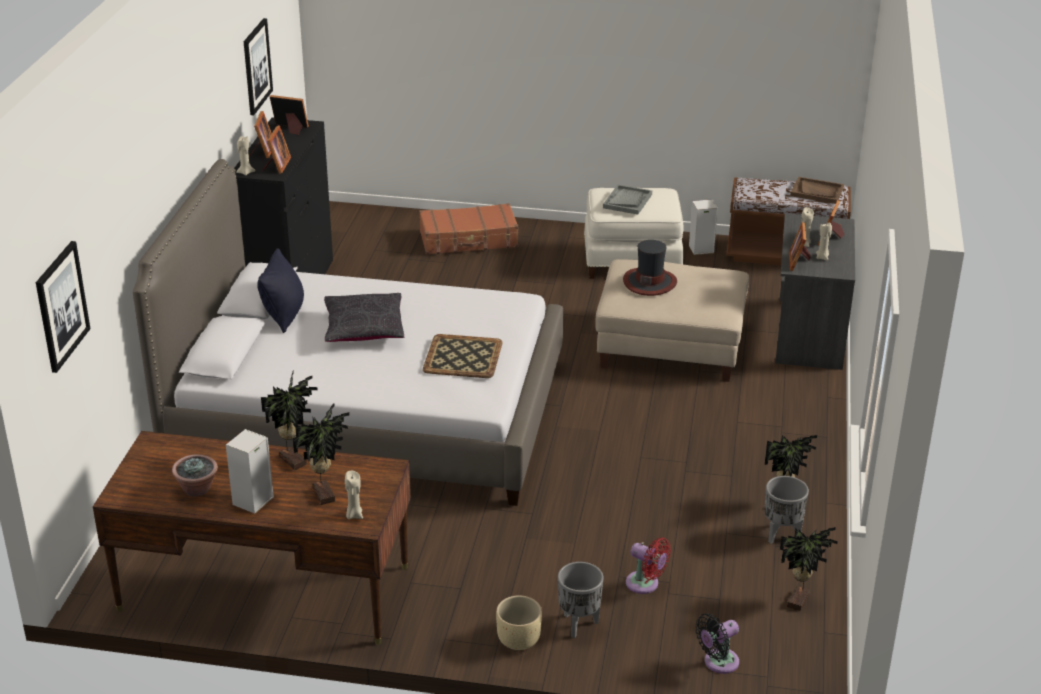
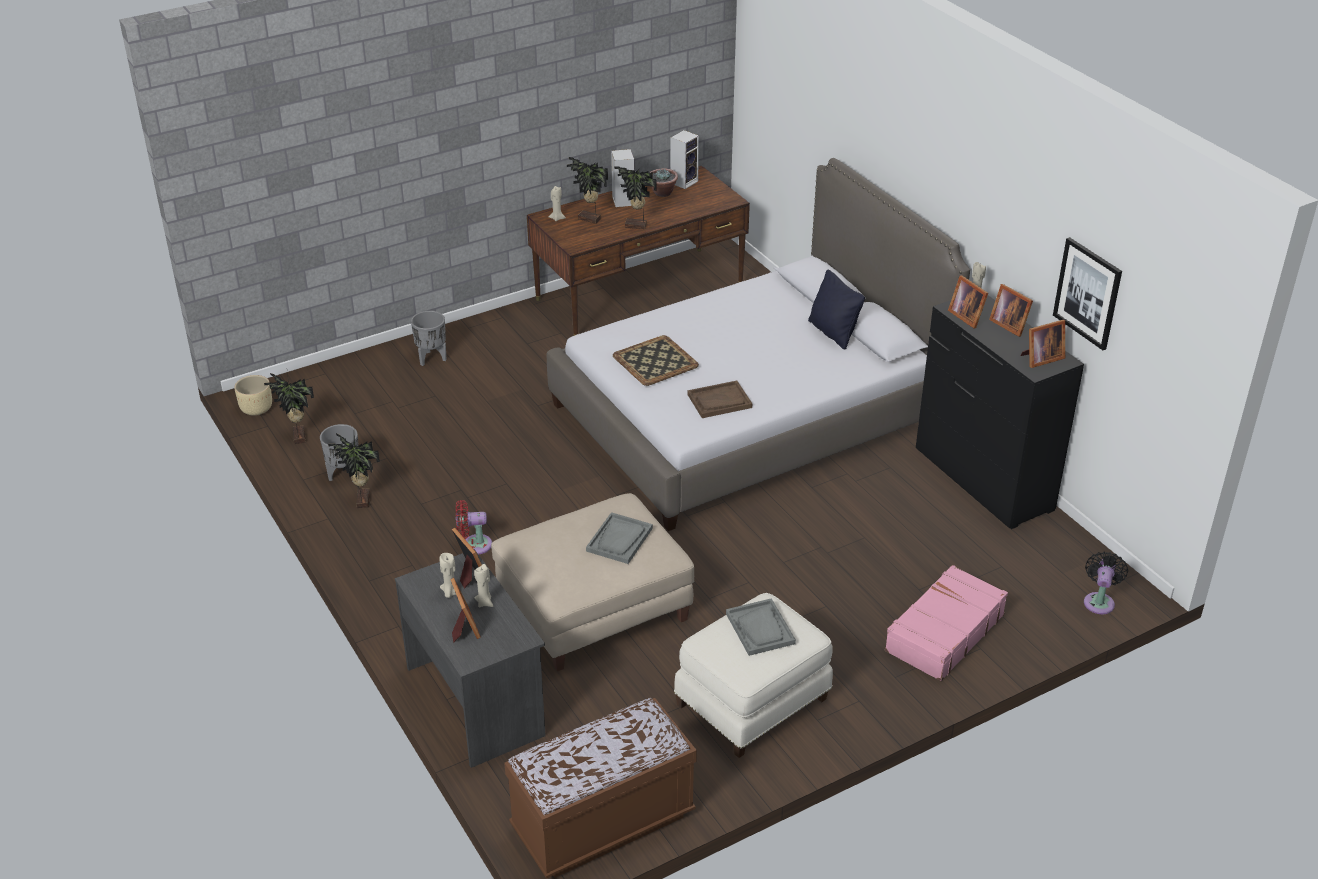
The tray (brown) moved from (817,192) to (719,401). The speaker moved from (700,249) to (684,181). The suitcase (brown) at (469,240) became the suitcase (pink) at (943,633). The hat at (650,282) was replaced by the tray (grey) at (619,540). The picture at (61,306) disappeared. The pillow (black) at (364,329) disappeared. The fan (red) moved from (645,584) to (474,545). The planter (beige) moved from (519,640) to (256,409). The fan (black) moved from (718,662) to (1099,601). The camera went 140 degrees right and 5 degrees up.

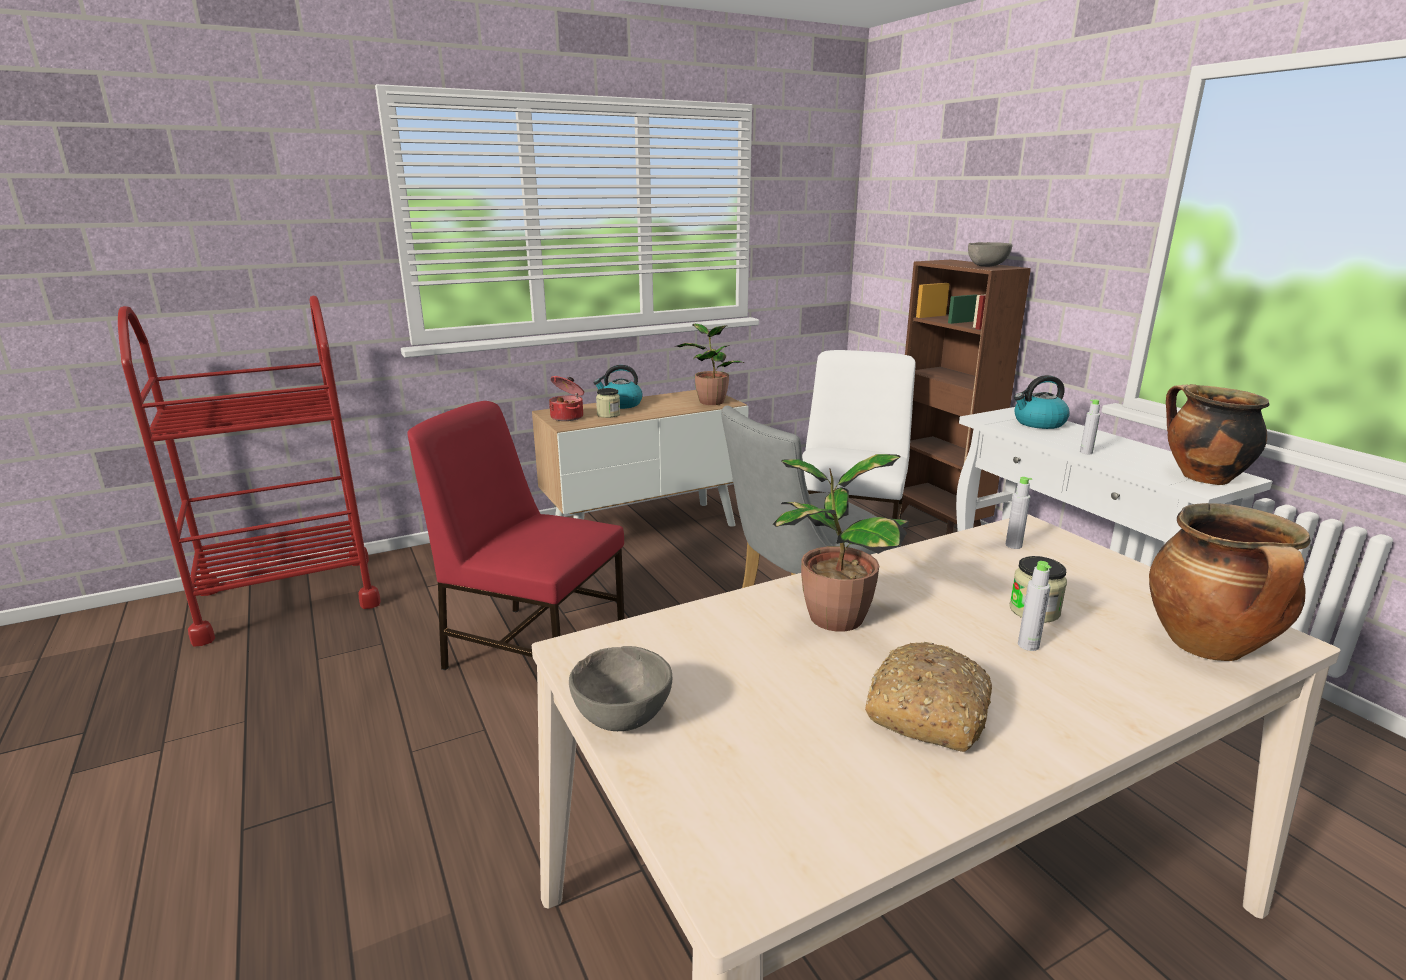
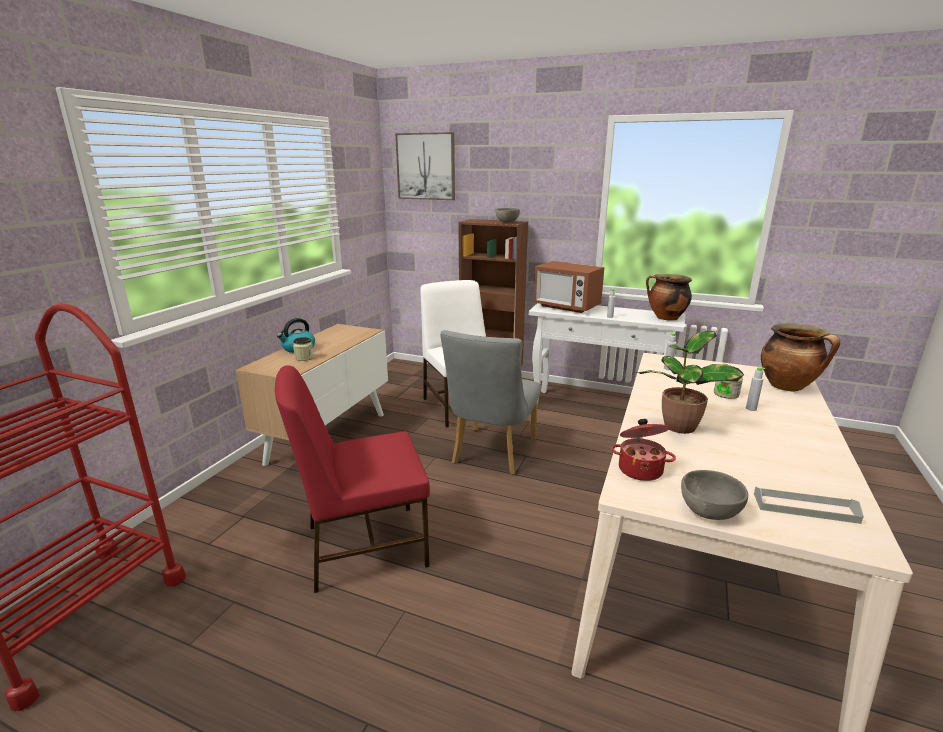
The potted plant at (710,401) disappeared. The kettle at (1038,423) was replaced by the microwave at (566,307). The cooking pot moved from (568,417) to (640,469). The bread at (926,709) disappeared. The picture at (426,166) appeared. The tray (grey) at (805,508) appeared. The camera went 40 degrees left and 0 degrees up.

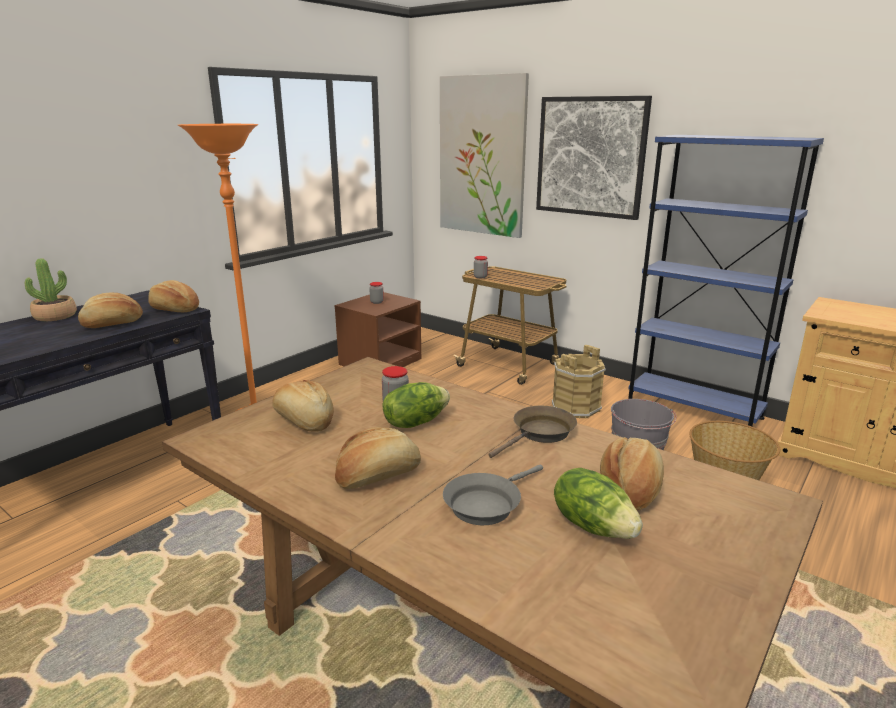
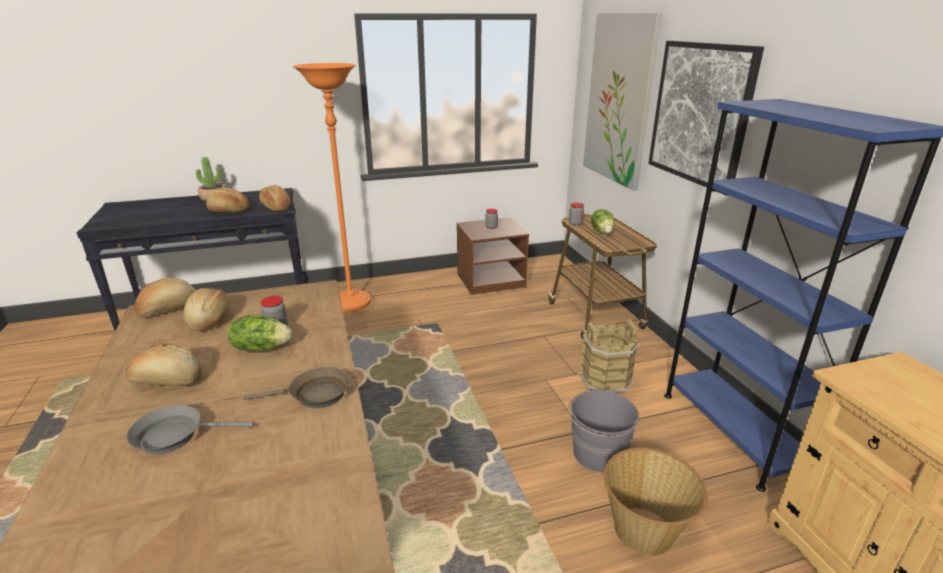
The bread moved from (631,488) to (169,309). The lettuce moved from (593,526) to (602,232). The camera went 35 degrees right and 5 degrees up.

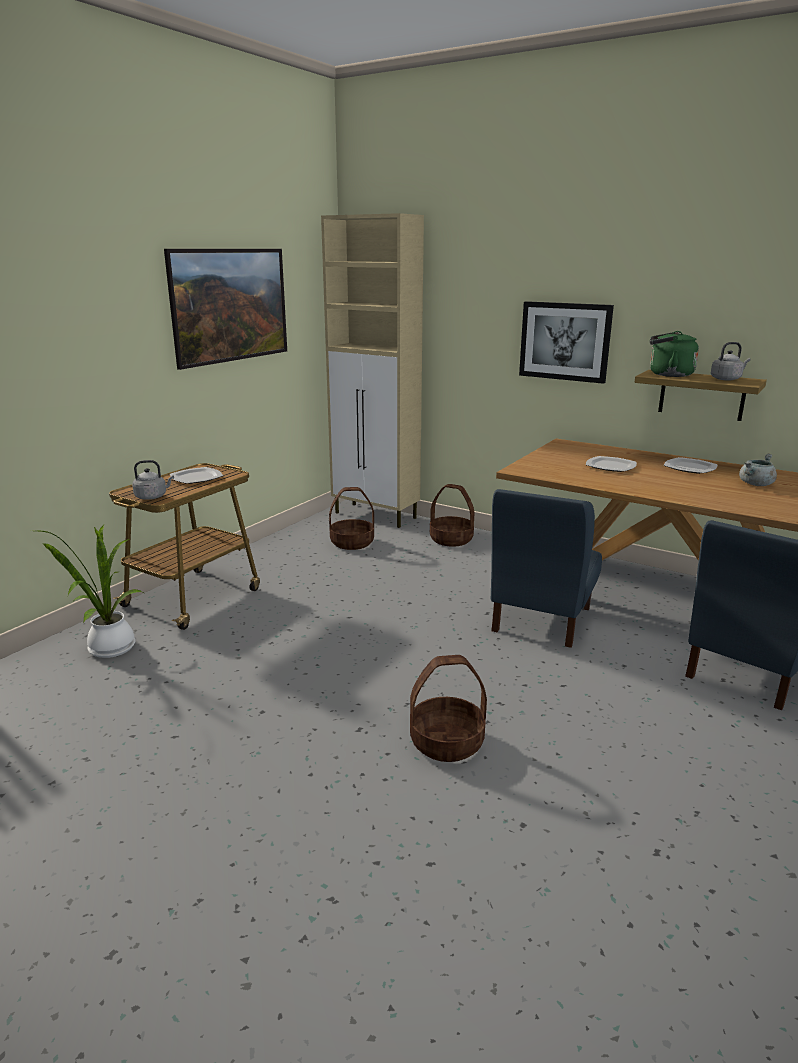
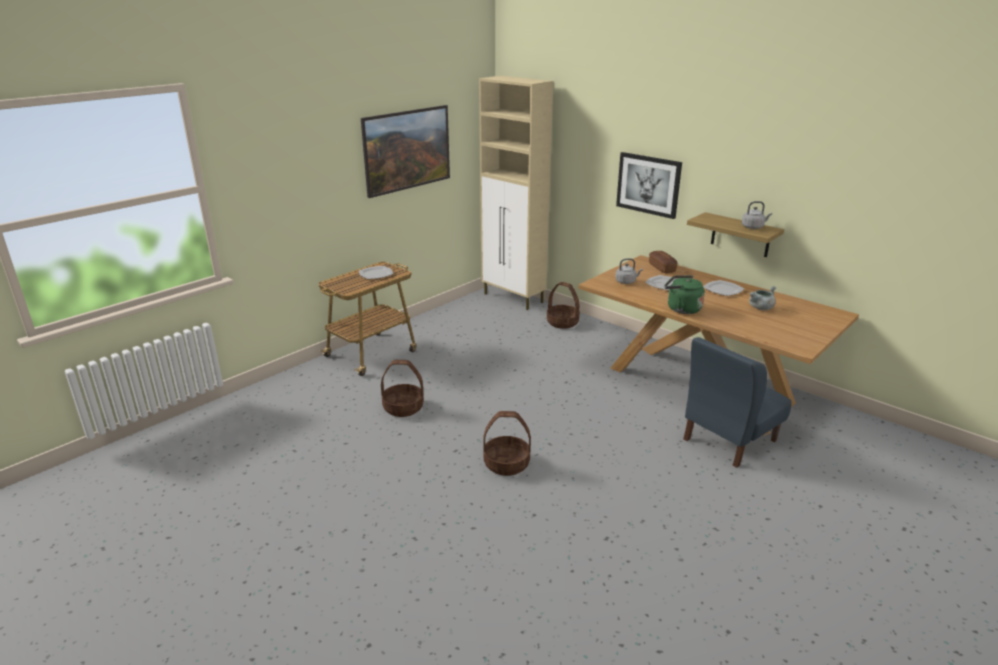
The kettle (green) moved from (667,374) to (681,309). The kettle (grey) moved from (152,497) to (626,282). The basket moved from (352,542) to (403,407). The chair (blue) at (540,619) disappeared. The potted plant at (108,648) disappeared. The bread at (662,268) appeared. The camera went 10 degrees right and 5 degrees up.

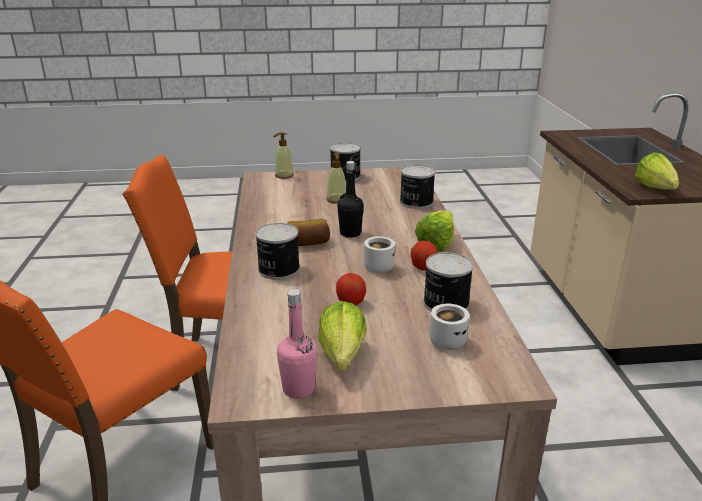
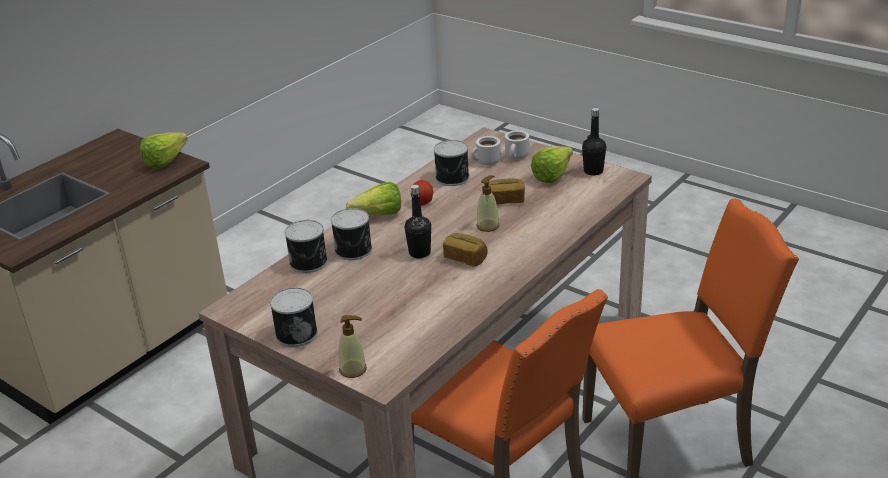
The soap dispenser moved from (336,200) to (488,226). The can moved from (278,269) to (354,250). The mug (white) moved from (376,266) to (517,156). The apple at (350,302) was replaced by the bread at (505,200). The bottle (pink) at (298,389) became the bottle (black) at (593,171). The camera went 135 degrees left and 5 degrees up.

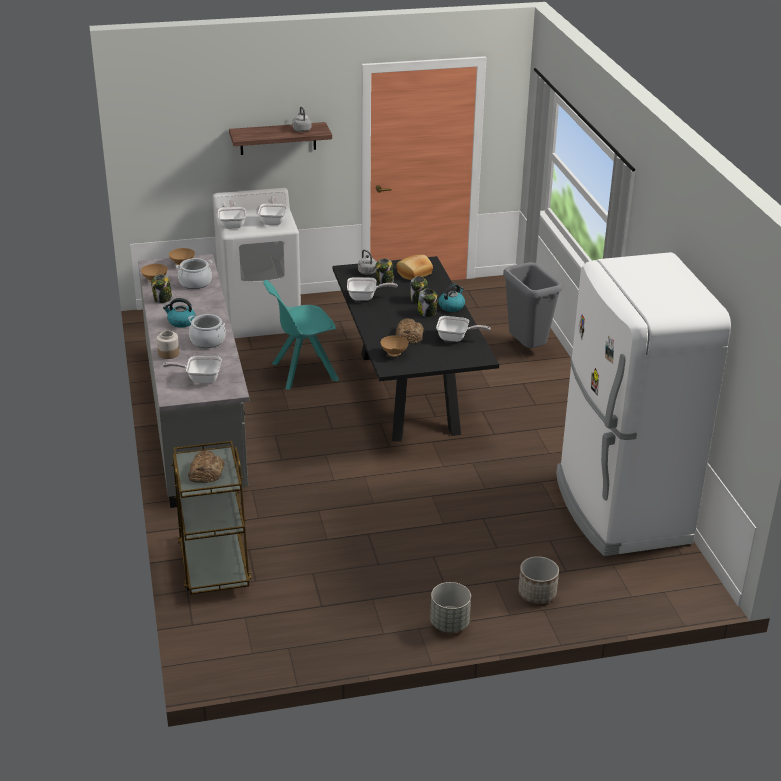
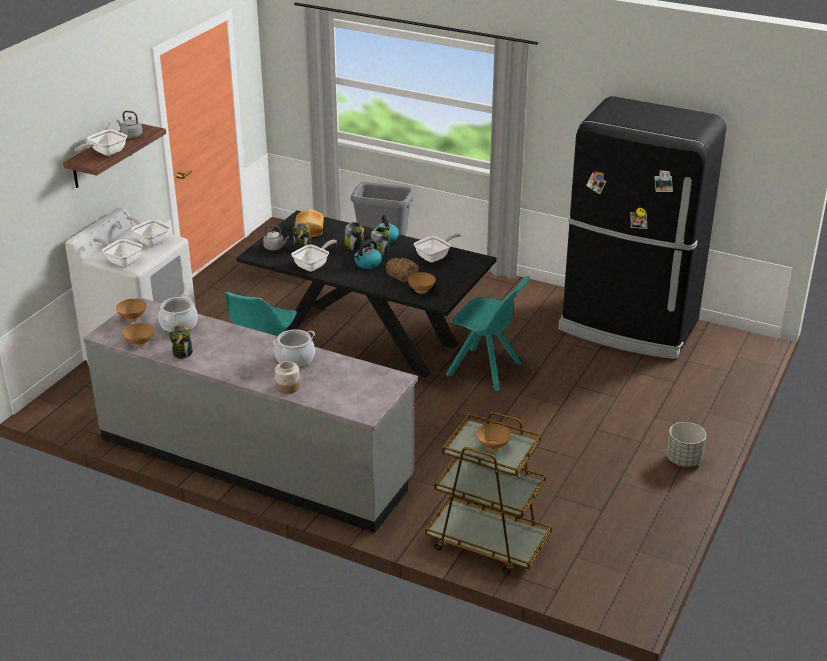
The fridge (white) at (619,509) became the fridge (black) at (628,327). The kettle moved from (181,322) to (367,264). The frying pan moved from (200,378) to (105,153). The bread at (206,471) was replaced by the bowl (brown) at (492,447). The planter at (536,593) disappeared. The chair (turquoise) at (486,370) appeared. The camera went 50 degrees left and 0 degrees up.

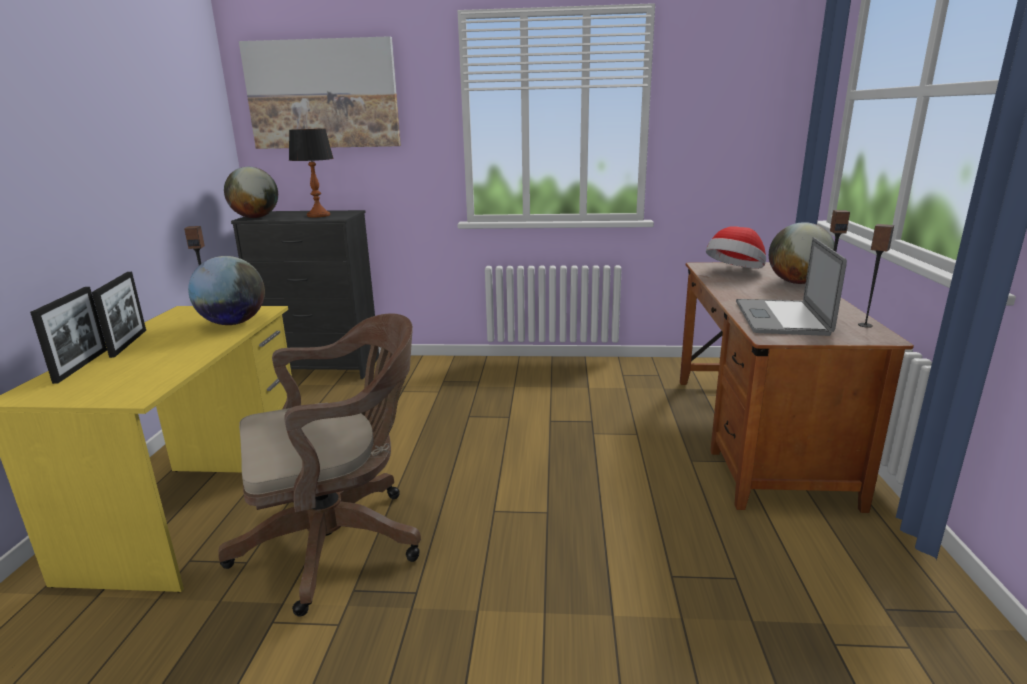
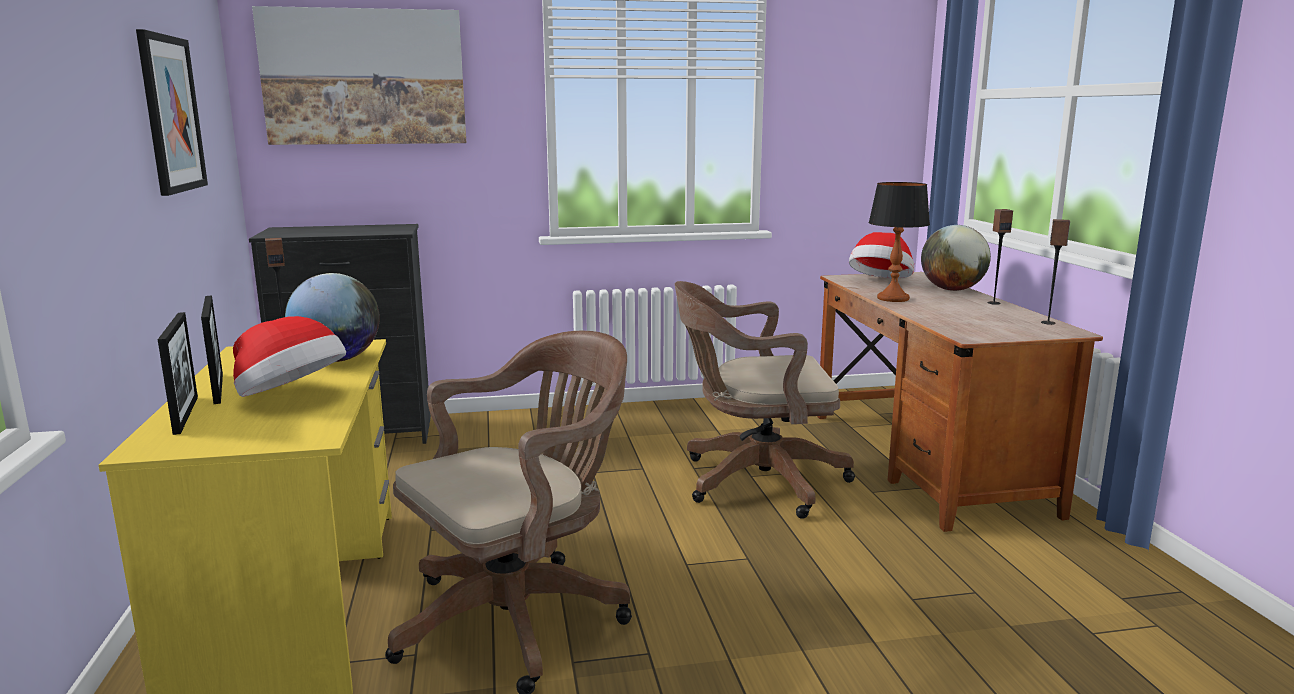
The table lamp moved from (318,215) to (893,298). The globe at (255,217) disappeared. The laptop at (781,317) disappeared. The picture at (171,114) appeared. The office chair (brown) at (754,481) appeared. The hat at (291,397) appeared. The camera went 15 degrees left and 5 degrees down.

